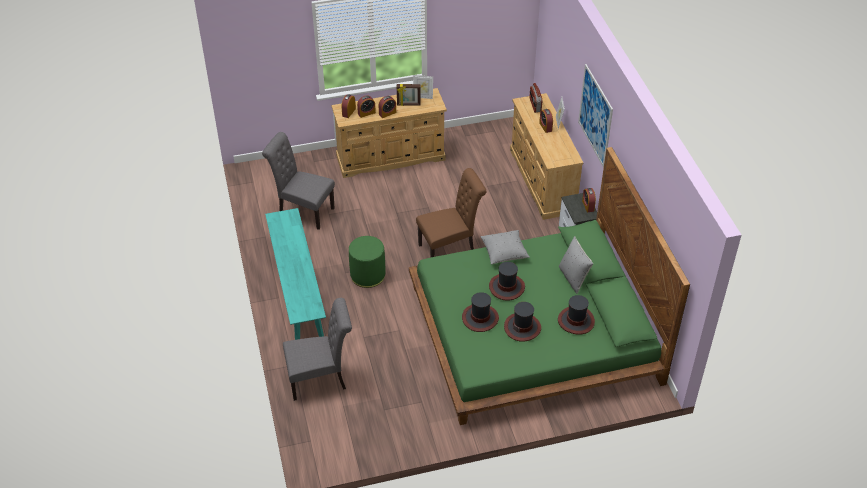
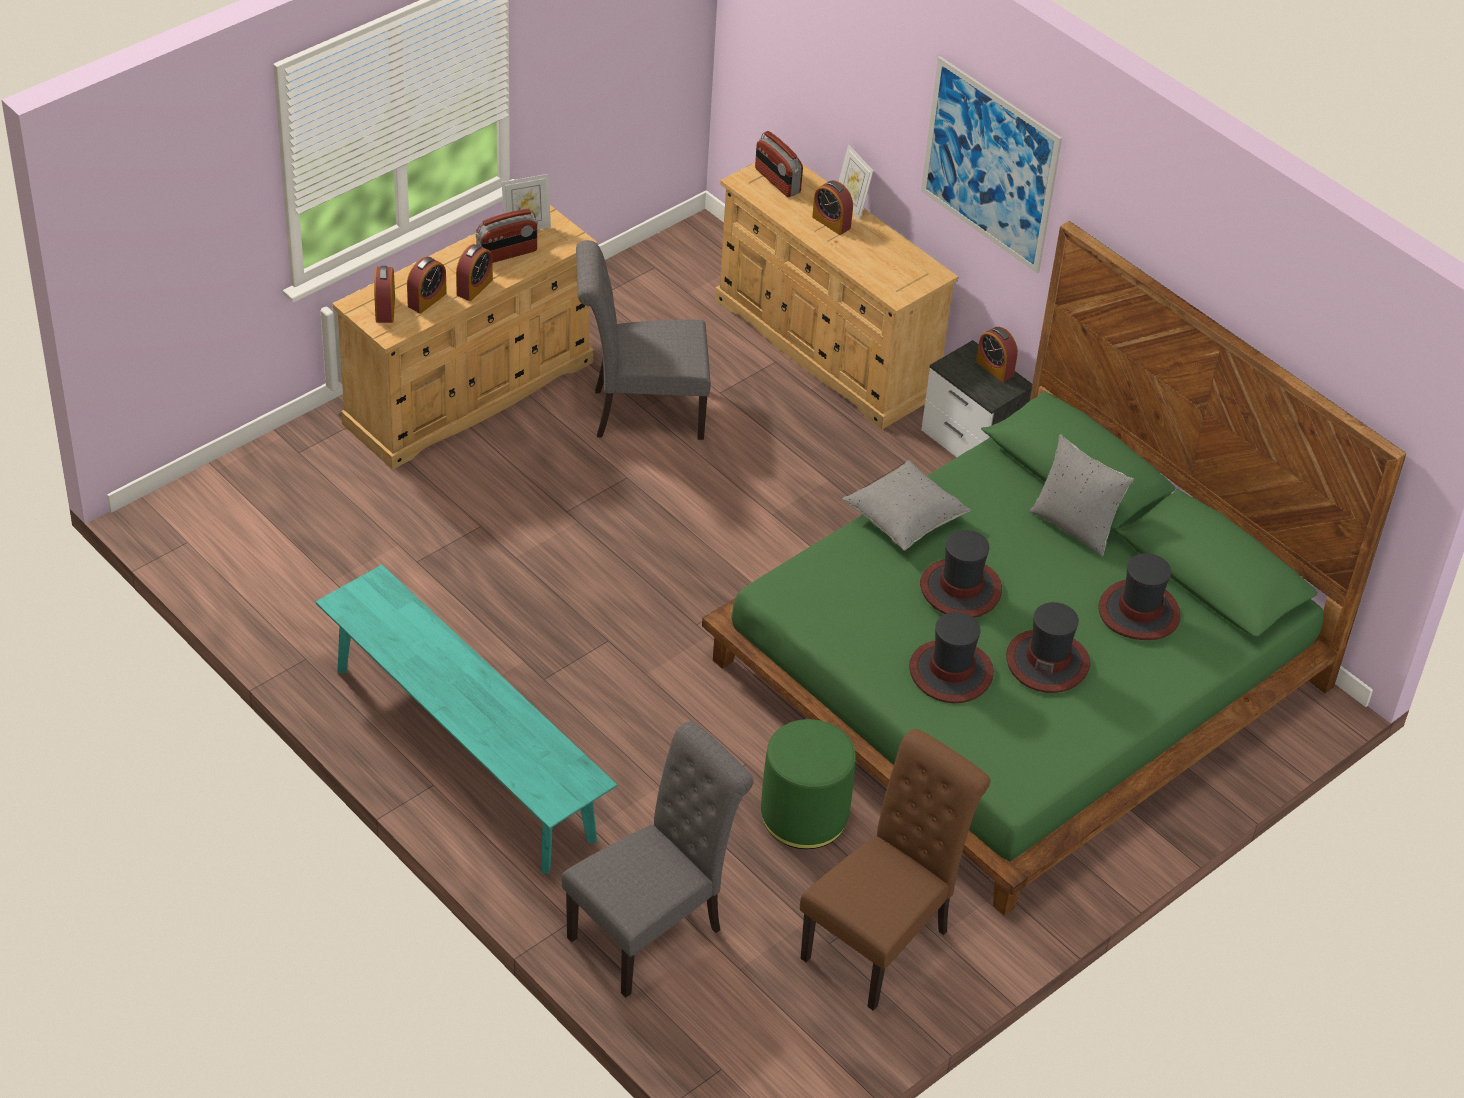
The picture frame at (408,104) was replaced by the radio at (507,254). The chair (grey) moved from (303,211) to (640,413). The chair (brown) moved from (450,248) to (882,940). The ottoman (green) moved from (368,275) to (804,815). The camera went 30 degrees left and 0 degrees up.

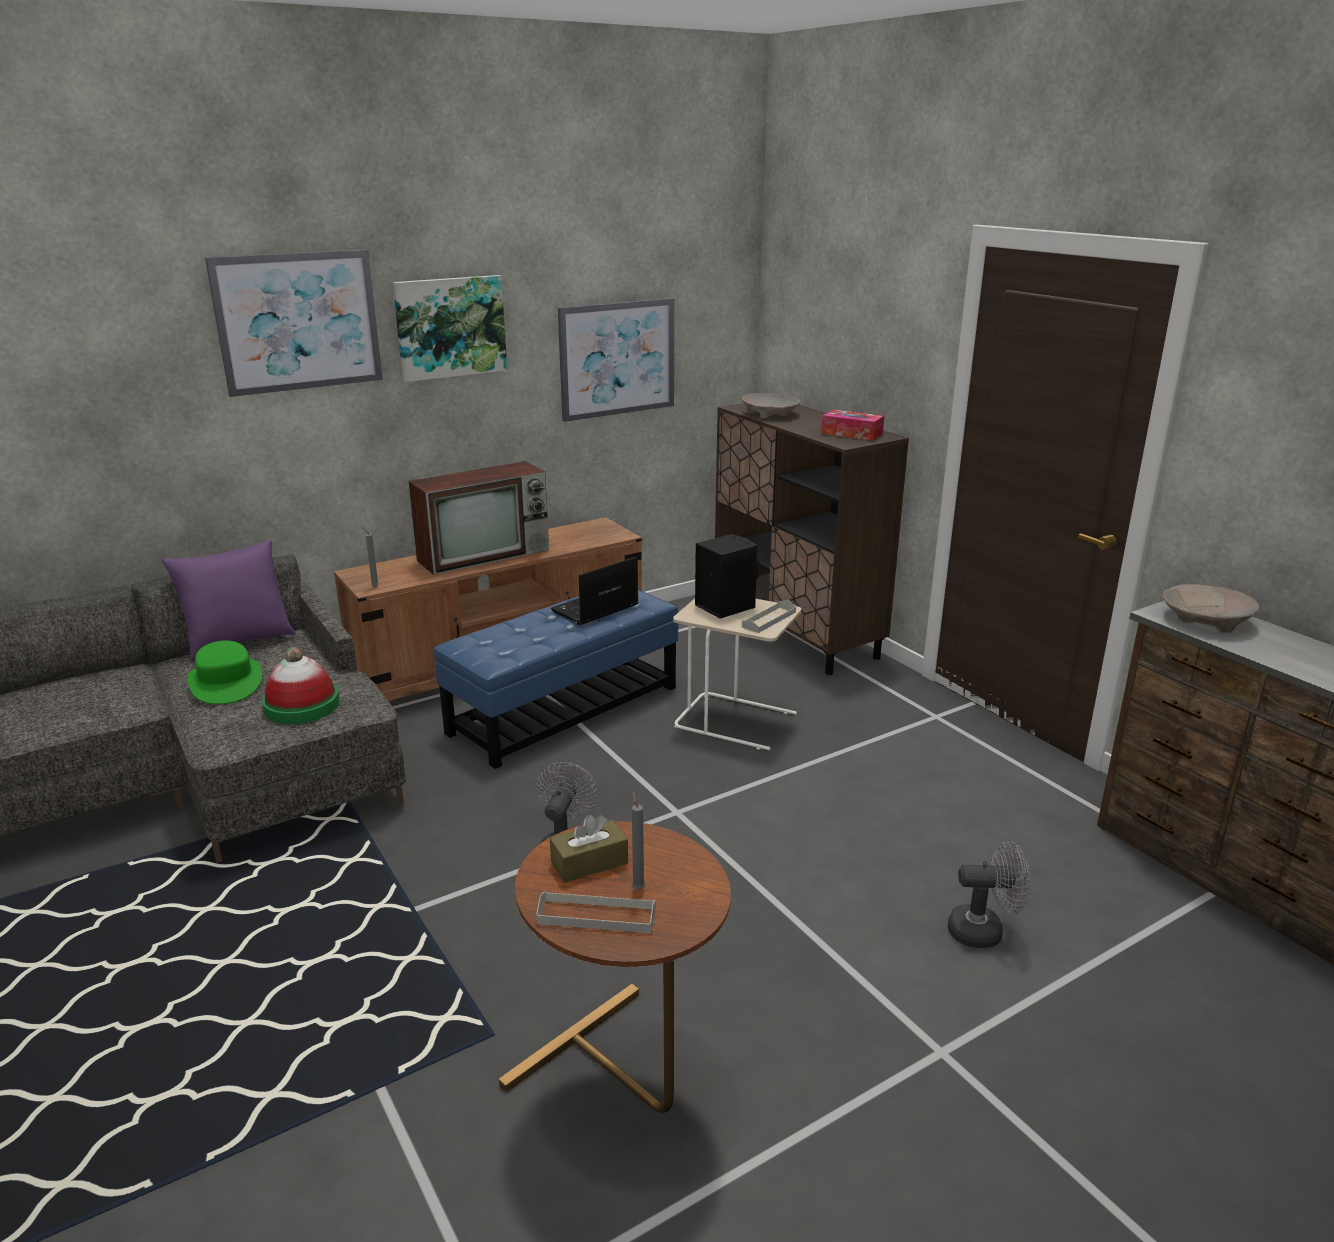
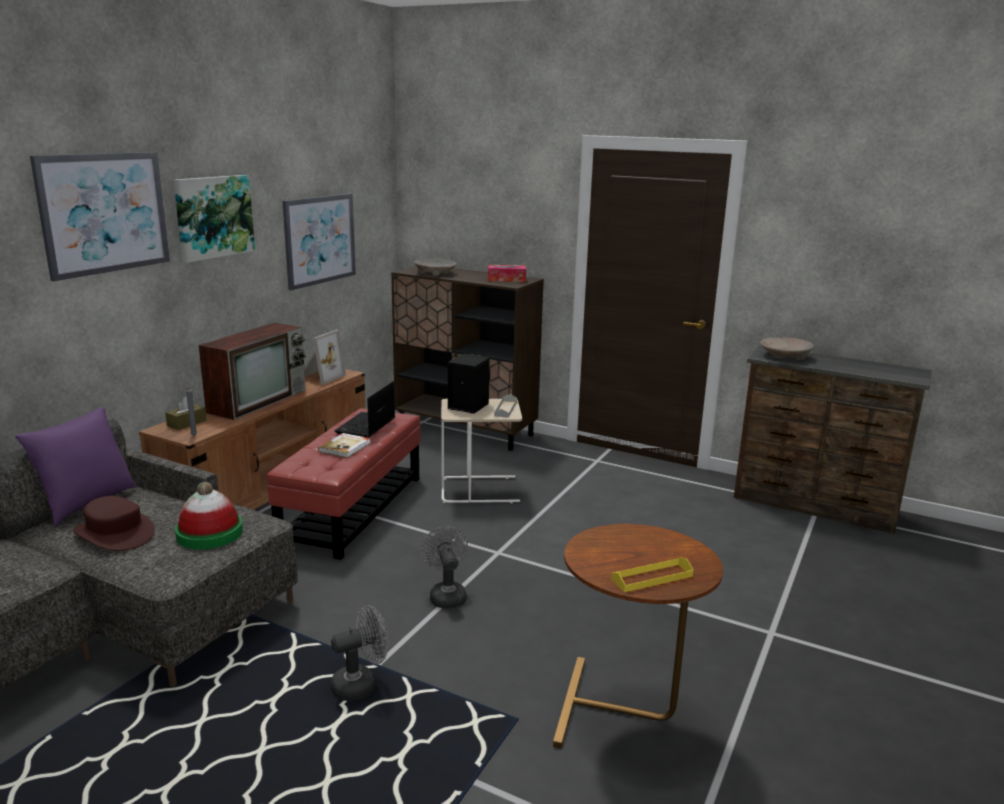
The ottoman (blue) at (565,710) became the ottoman (red) at (354,510). The hat (green) at (226,682) became the hat (brown) at (115,533). The candle (grey) at (637,888) disappeared. The tissue box (brown) moved from (589,863) to (187,423). The fan (grey) moved from (984,931) to (361,685). The tray (grey) at (596,916) became the tray (yellow) at (652,577). The picture frame at (320,377) appeared. The book at (345,447) appeared. The camera went 30 degrees left and 5 degrees down.

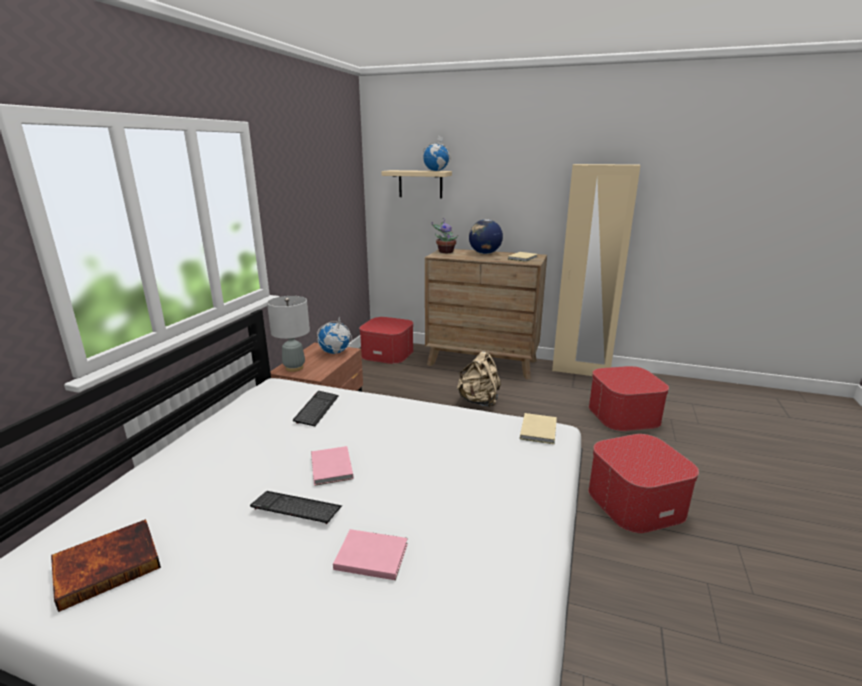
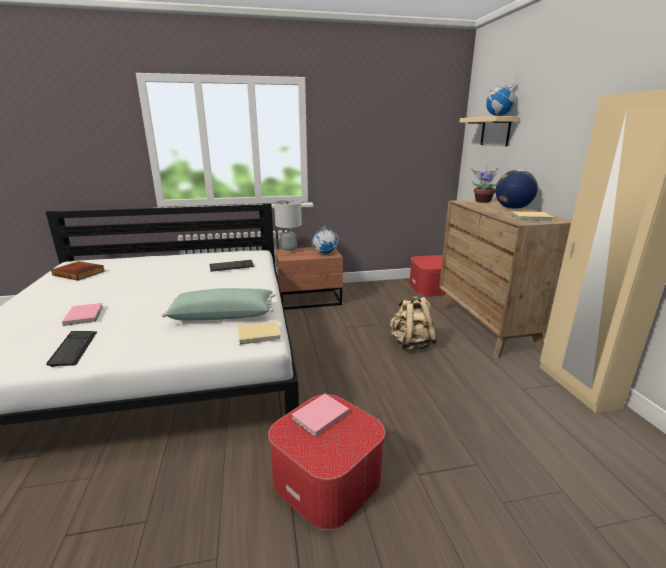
The ottoman at (623,414) disappeared. The book (pink) moved from (331,468) to (319,416). The keyboard moved from (296,508) to (74,349). The pillow (green) at (223,315) appeared. The camera went 60 degrees right and 0 degrees up.

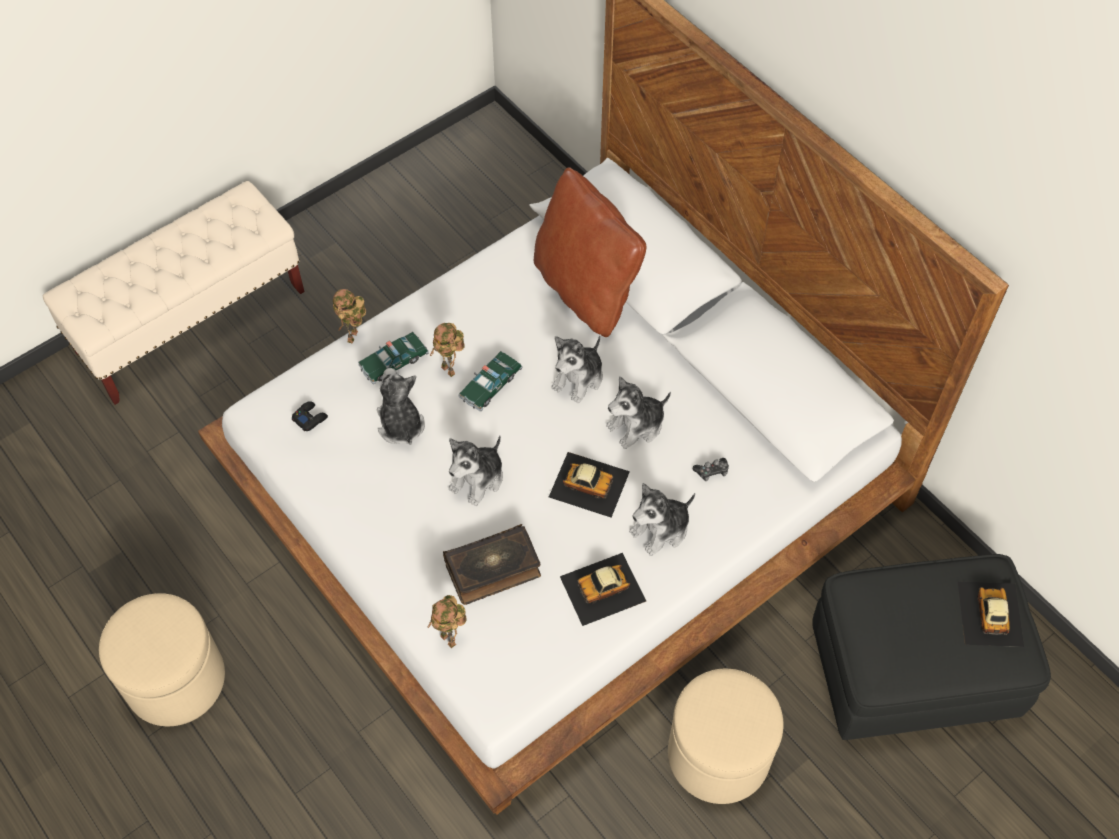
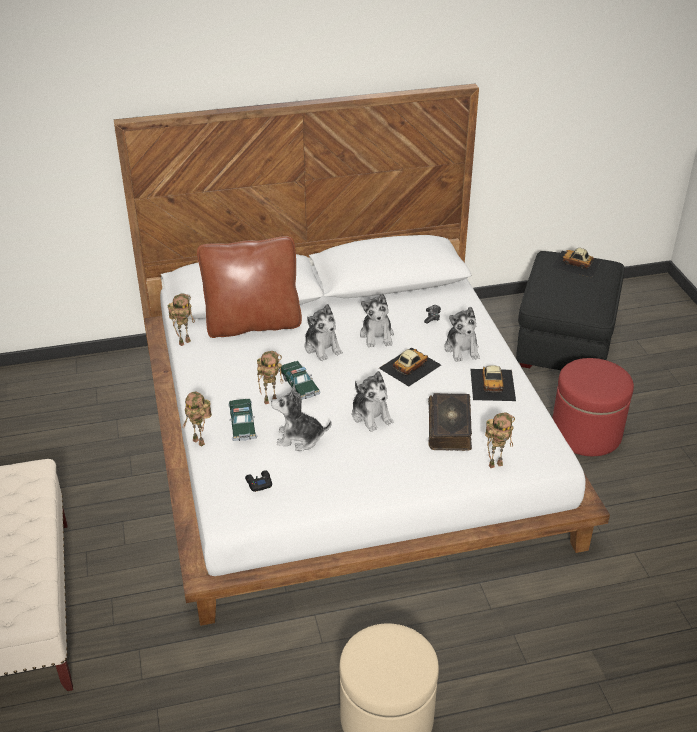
The ottoman (beige) at (718,754) became the ottoman (red) at (586,433). The toy robot at (184,341) appeared. The camera went 65 degrees left and 20 degrees down.

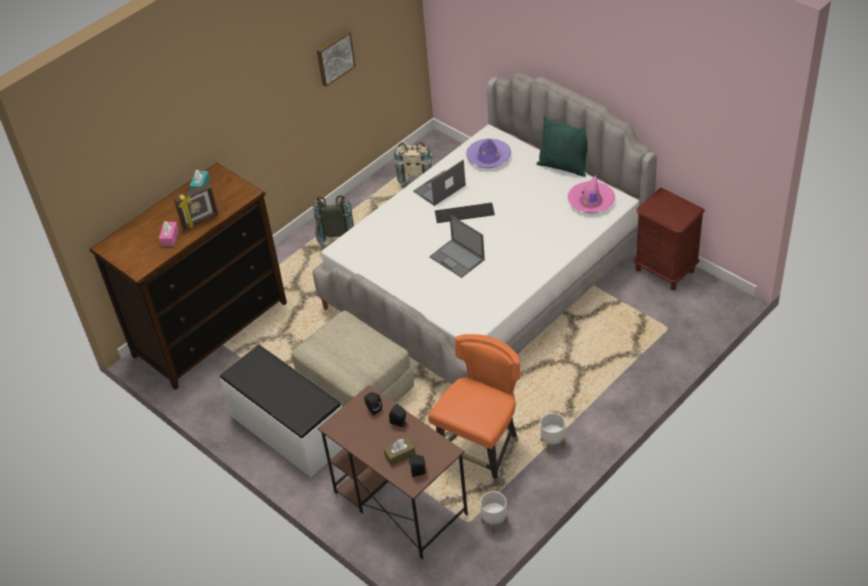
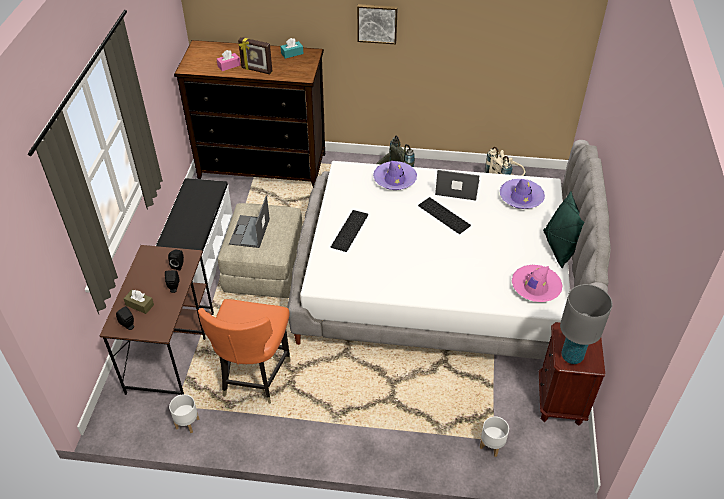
The picture moved from (334,57) to (377,23). The laptop moved from (457,258) to (249,232). The chair (orange) at (482,452) turned 105 degrees clockwise. The planter (white) moved from (553,444) to (491,446). The hat (purple) at (394,179) appeared. The keyboard at (350,231) appeared. The table lamp (grey) at (571,356) appeared. The camera went 50 degrees right and 0 degrees up.

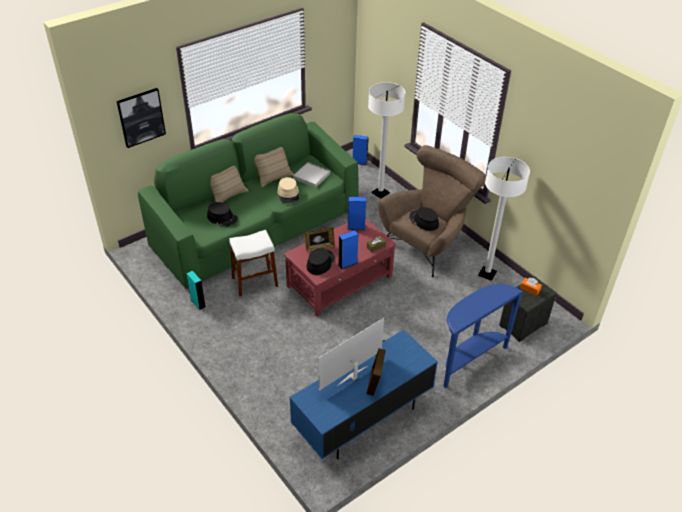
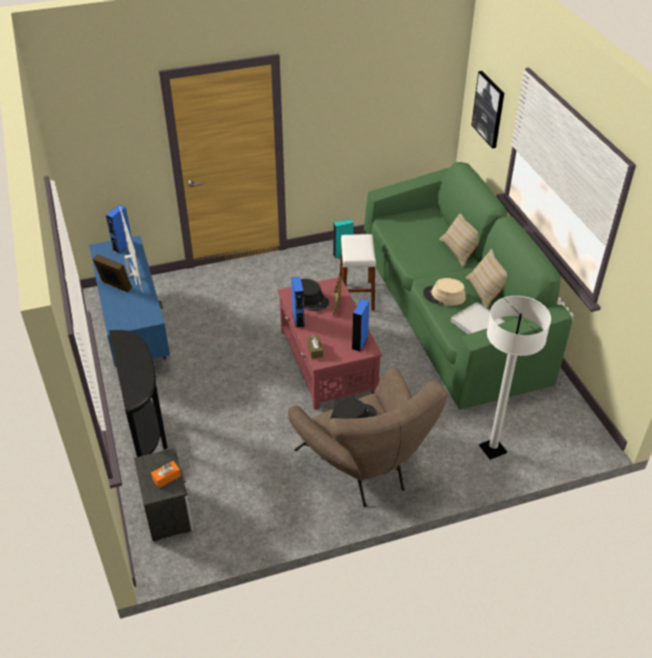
The speaker (blue) moved from (359,162) to (122,246). The floor lamp (white) at (487,274) disappeared. The hat (black) at (222,218) disappeared. The console table (blue) at (469,360) became the console table (black) at (148,435). The camera went 110 degrees right and 0 degrees up.

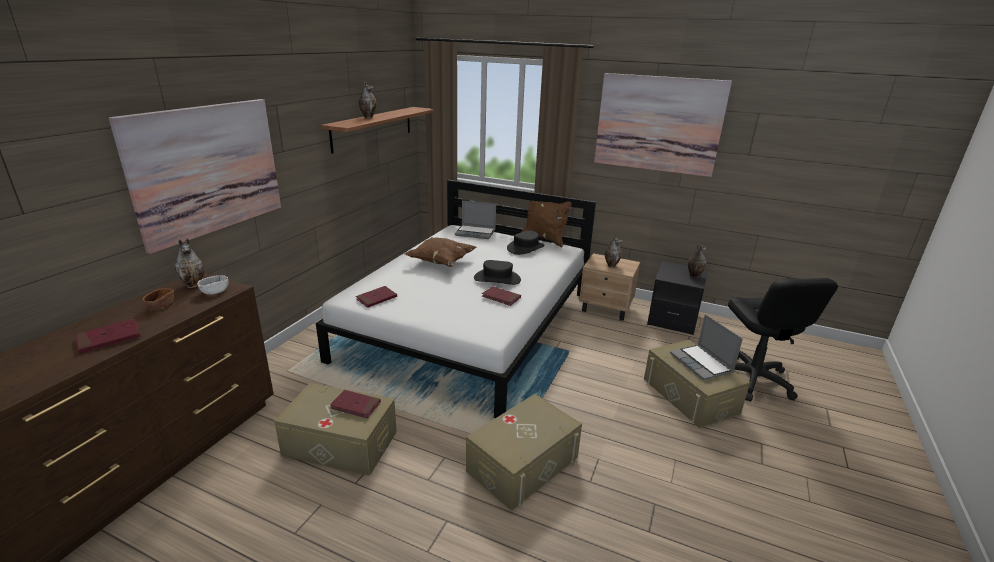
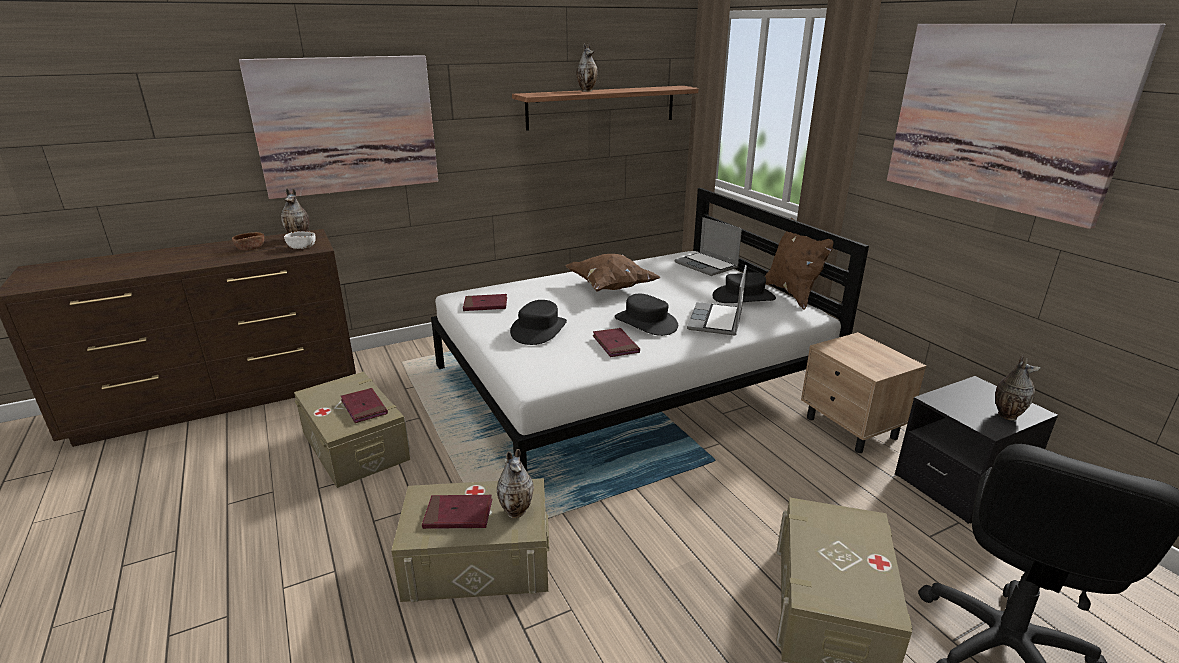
The vase moved from (611,265) to (517,511). The laptop moved from (702,363) to (716,321). The book (red) moved from (109,338) to (458,515). The hat (black) at (538,330) appeared. The camera went 40 degrees right and 0 degrees up.

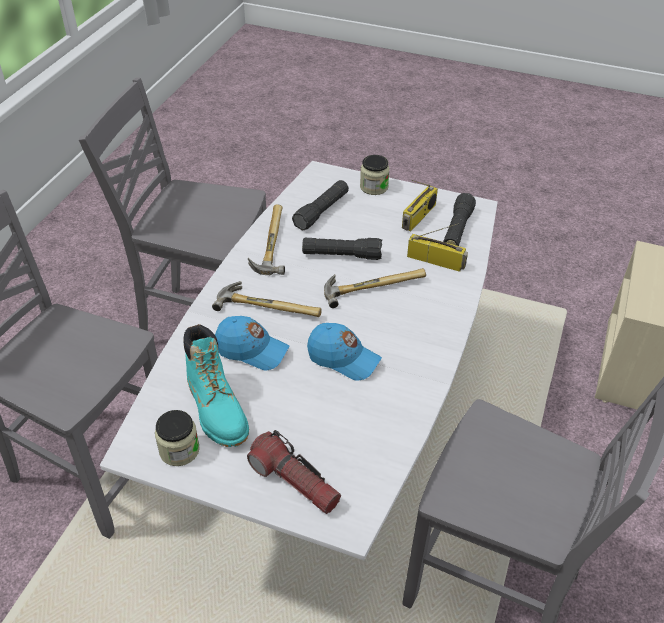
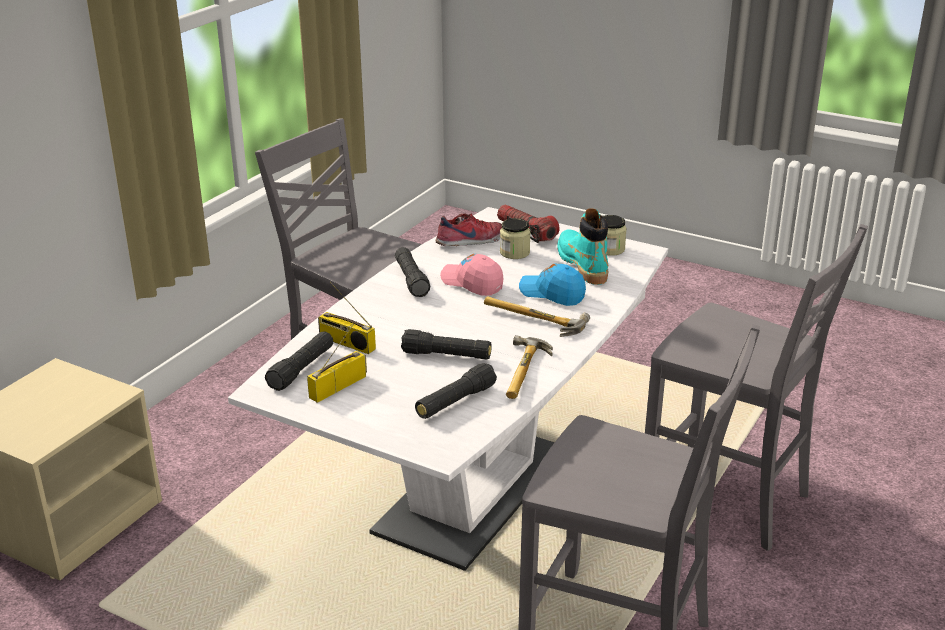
The jar moved from (374,187) to (514,253). The hammer at (372,285) disappeared. The cap (blue) at (343,358) became the cap (pink) at (472,283). The shoe at (470,242) appeared. The flashlight (black) at (411,280) appeared. The camera went 170 degrees left and 15 degrees down.

